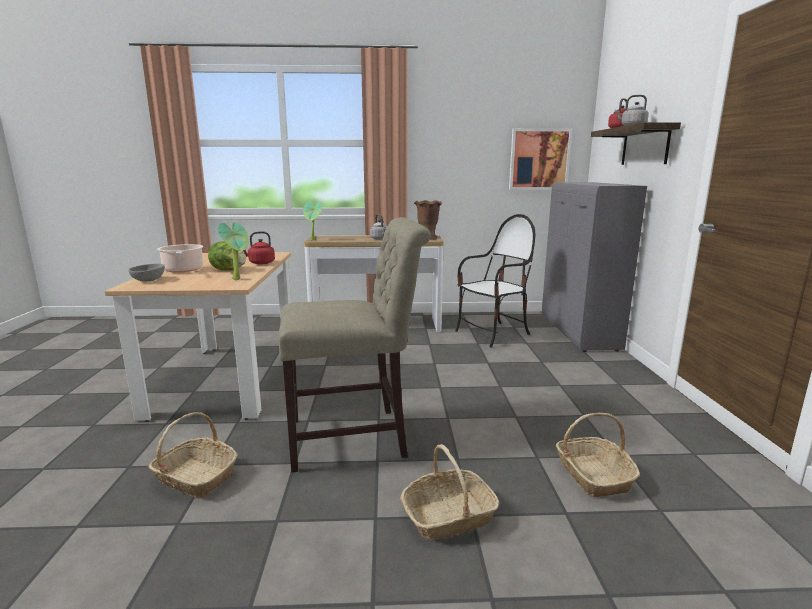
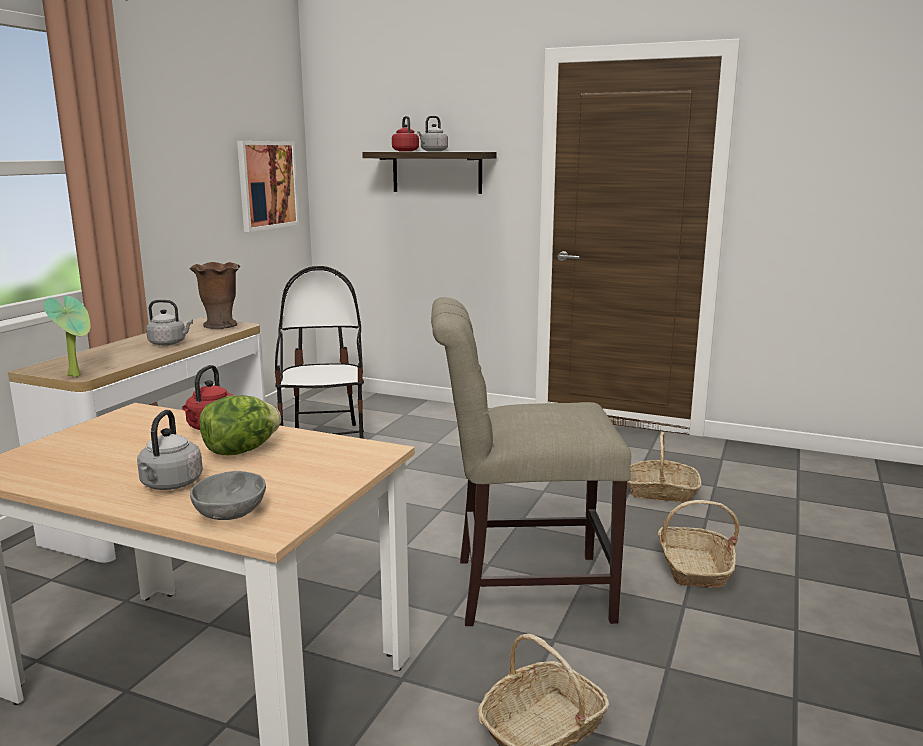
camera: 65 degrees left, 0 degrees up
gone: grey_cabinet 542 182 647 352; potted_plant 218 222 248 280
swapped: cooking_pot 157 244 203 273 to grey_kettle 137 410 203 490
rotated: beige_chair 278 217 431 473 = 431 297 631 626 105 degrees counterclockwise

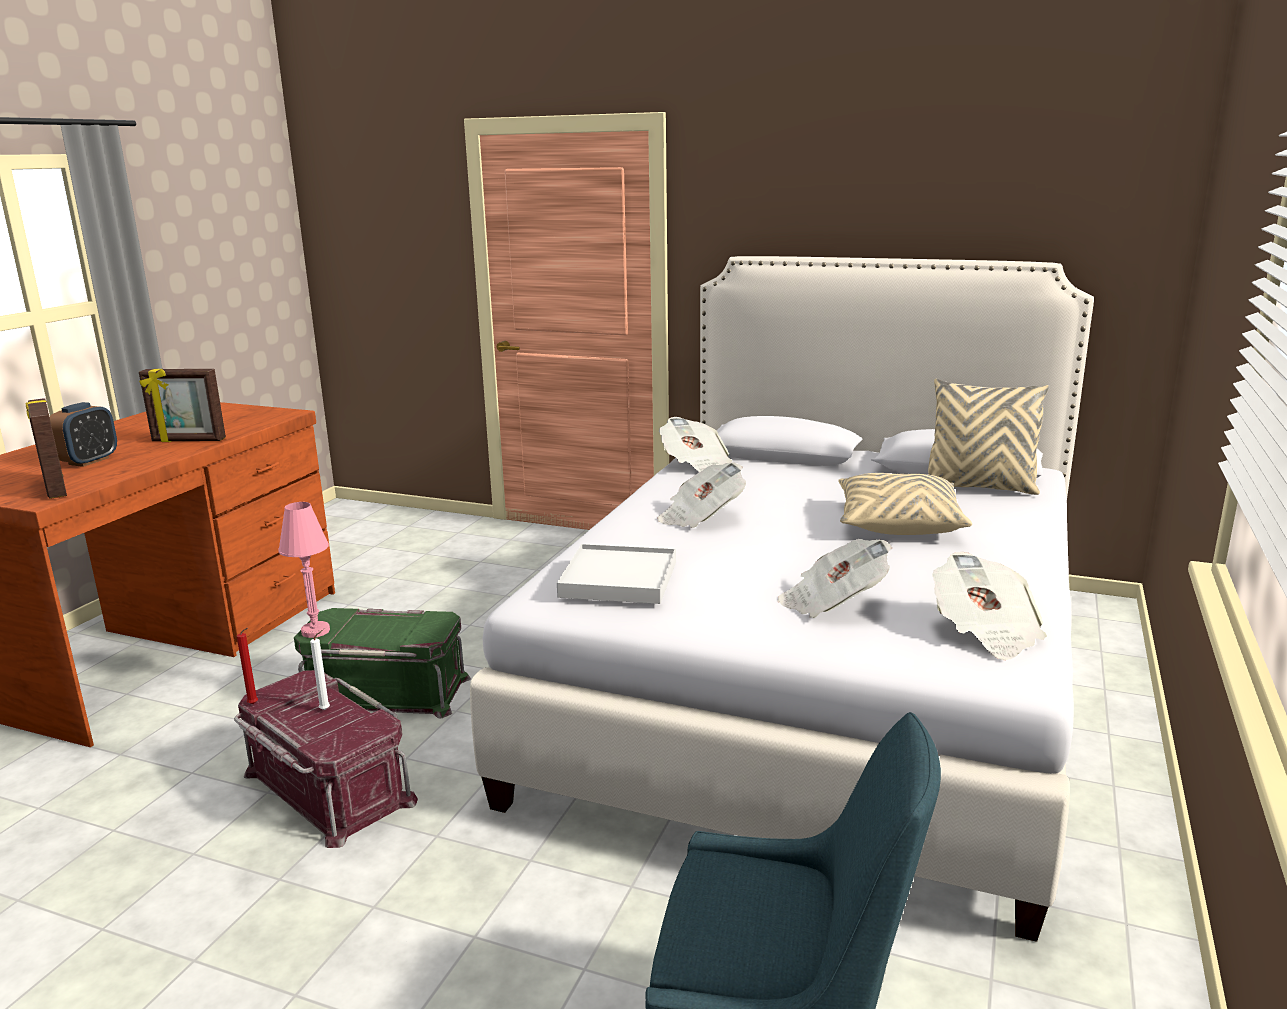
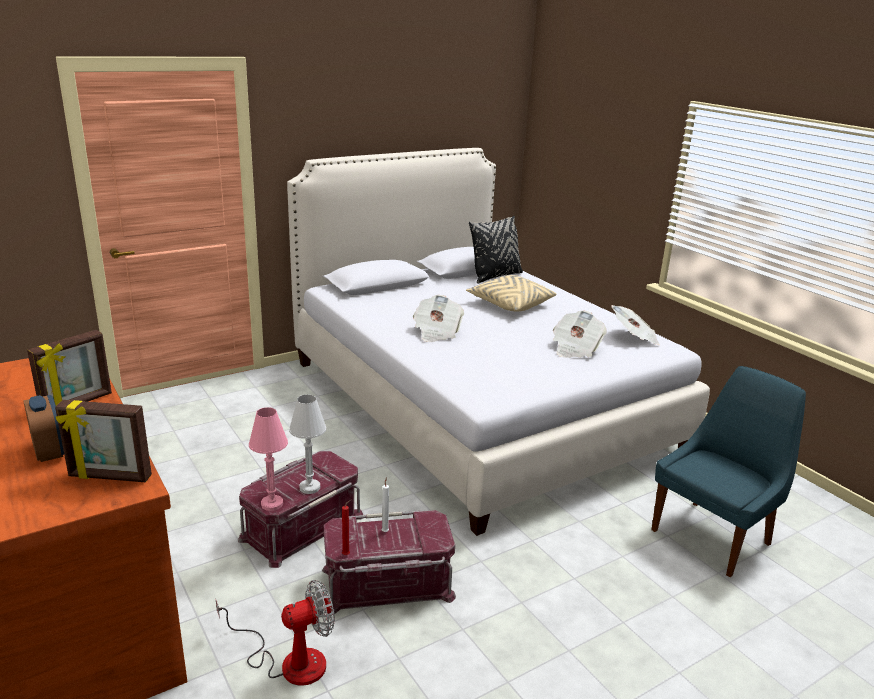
camera: 55 degrees left, 5 degrees up
gone: newspaper 659 417 732 472; white_tray 557 544 676 604
new: white_table_lamp 289 394 326 494; fan 216 580 335 686
repainted: beige_pillow 928 378 1049 495 to black_pillow 469 216 523 284; green_storage_box 294 608 471 719 to red_storage_box 238 451 363 568

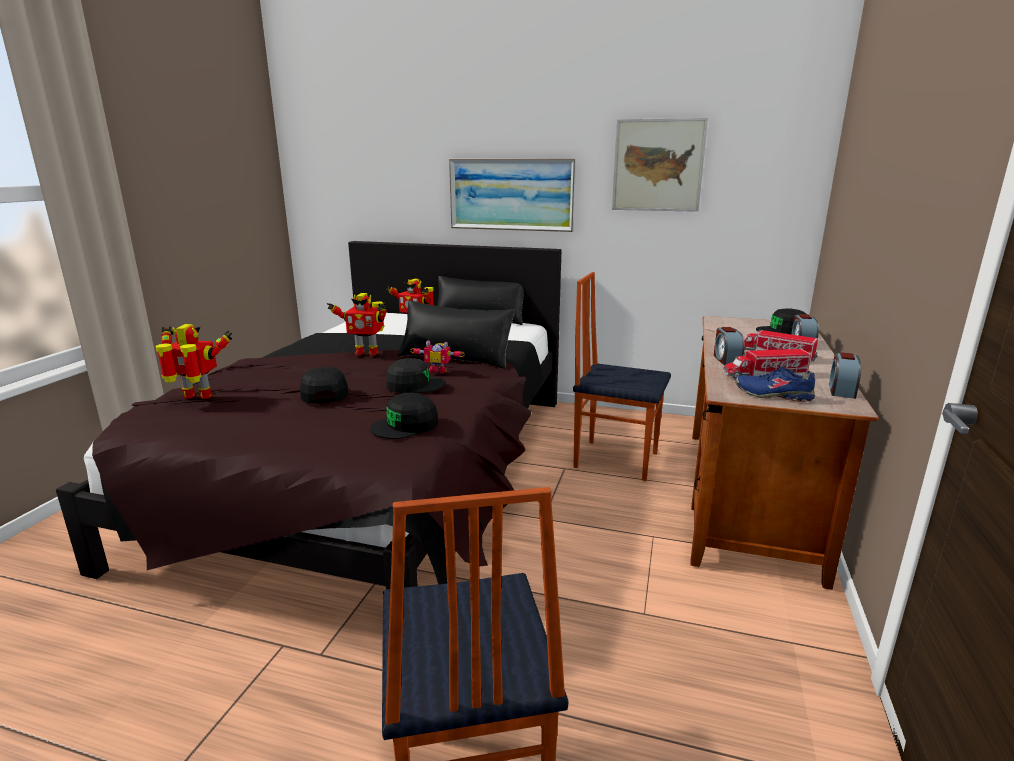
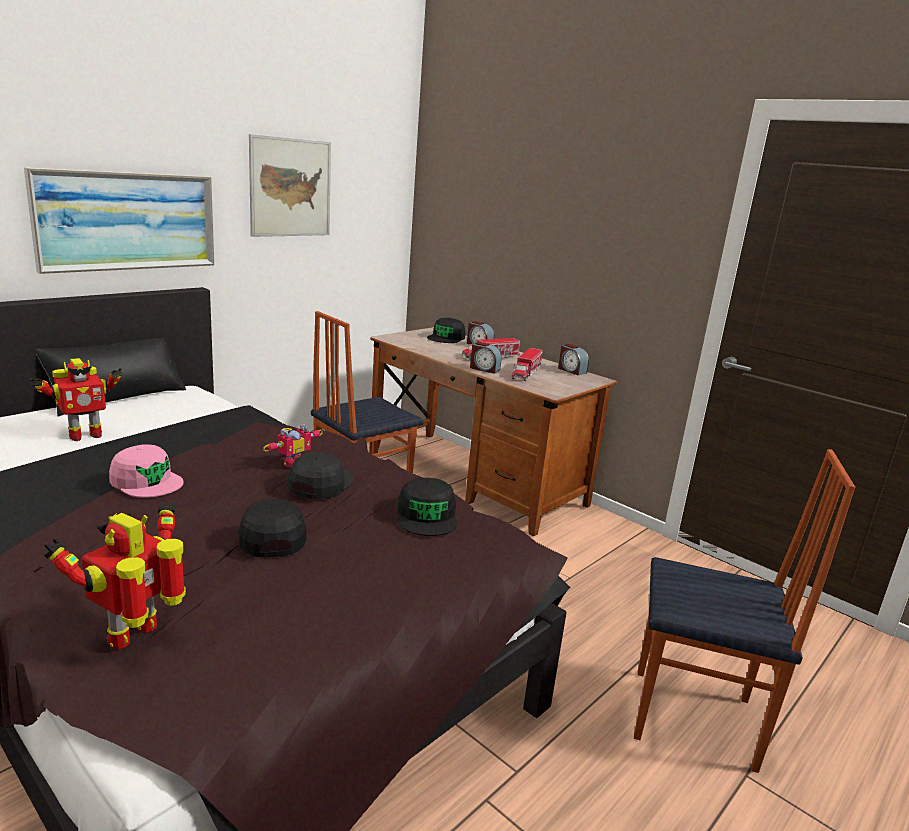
camera: 65 degrees left, 0 degrees up
gone: black_pillow 398 300 515 369; blue_shoe 735 366 815 402
swapped: toy_robot 327 293 386 356 to pink_cap 109 444 184 498
rotated: black_cap 300 367 348 404 = 238 499 307 558 60 degrees clockwise

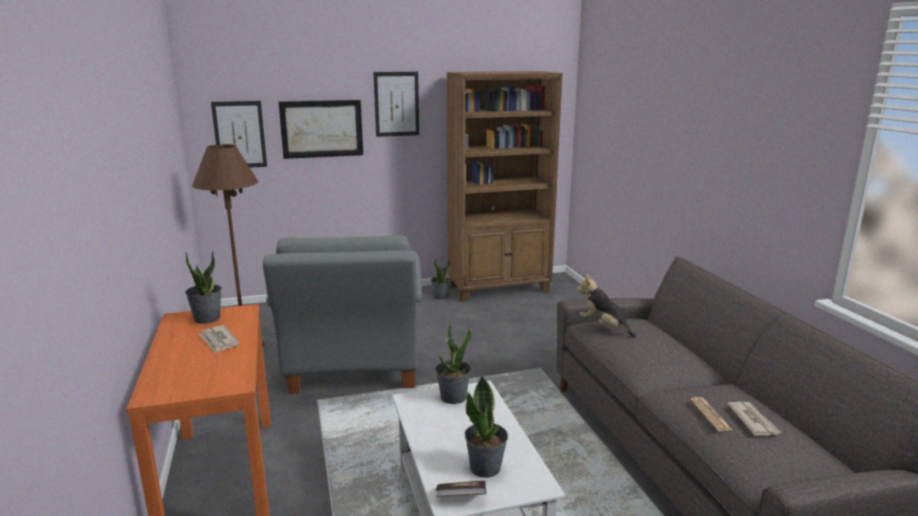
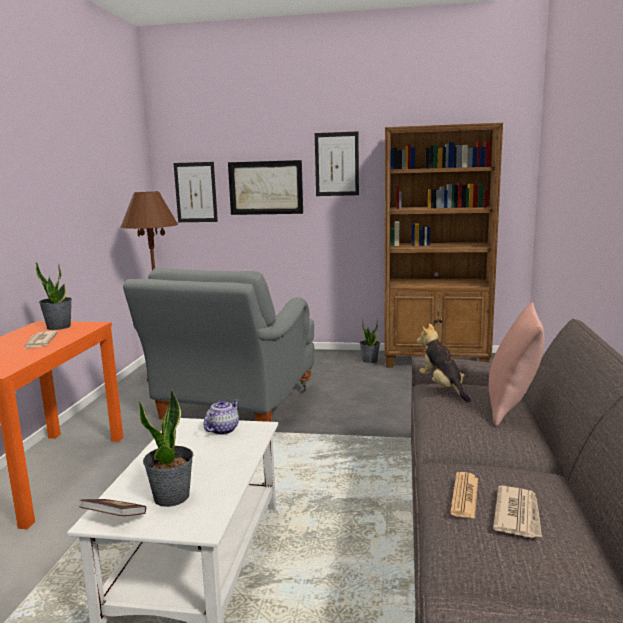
camera: 25 degrees right, 5 degrees down
new: pink_pillow 489 302 544 426
swapped: potted_plant 435 321 472 404 to teapot 203 399 239 435

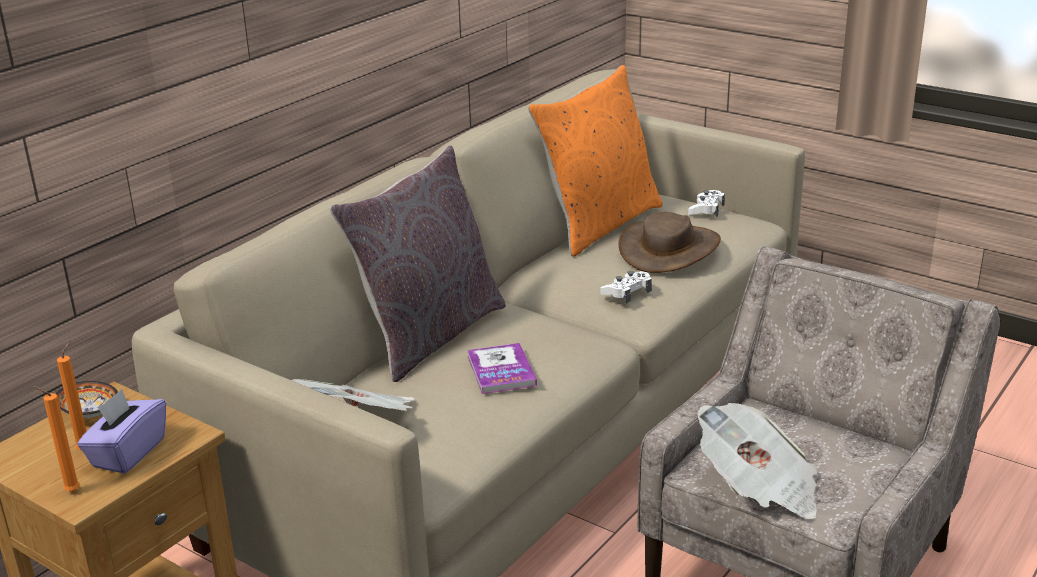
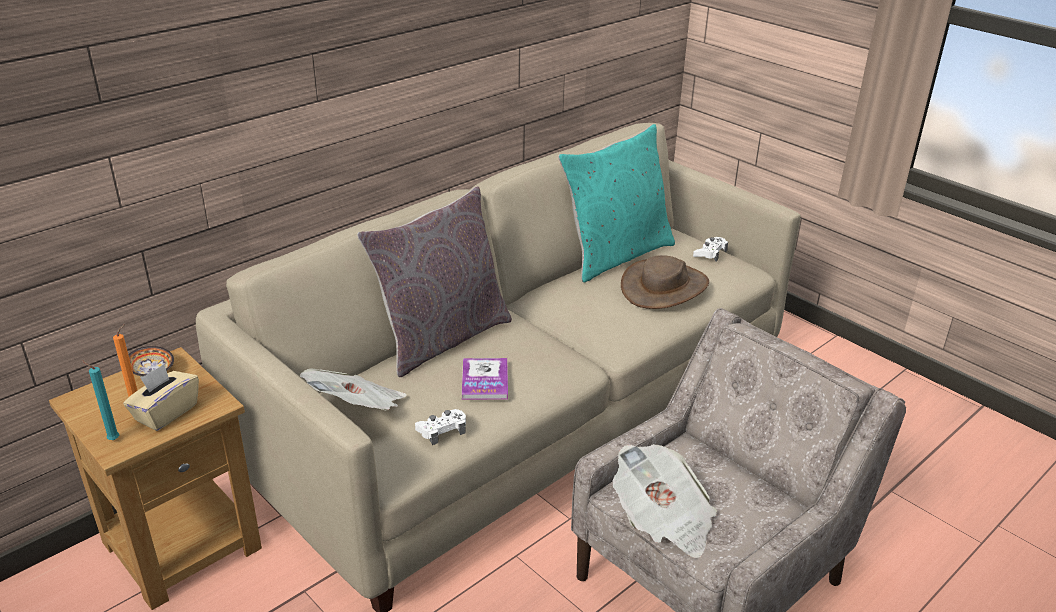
camera: 10 degrees right, 5 degrees up
shifted: white_game_controller 600 271 652 303 to 415 409 466 445
repainted: orange_pillow 528 65 663 256 to turquoise_pillow 558 124 675 282; orange_candle 33 386 80 492 to turquoise_candle 82 360 119 440; purple_tissue_box 77 389 166 474 to beige_tissue_box 123 364 199 431

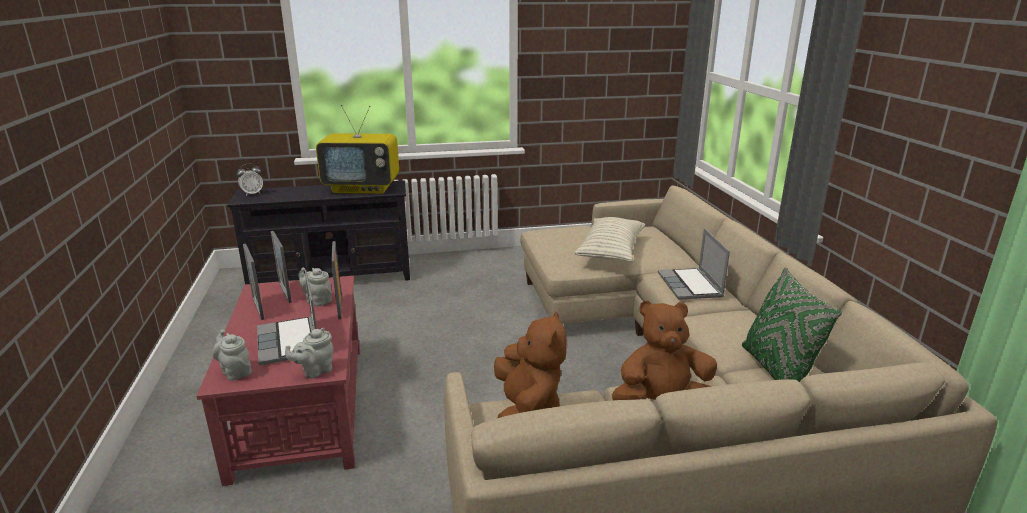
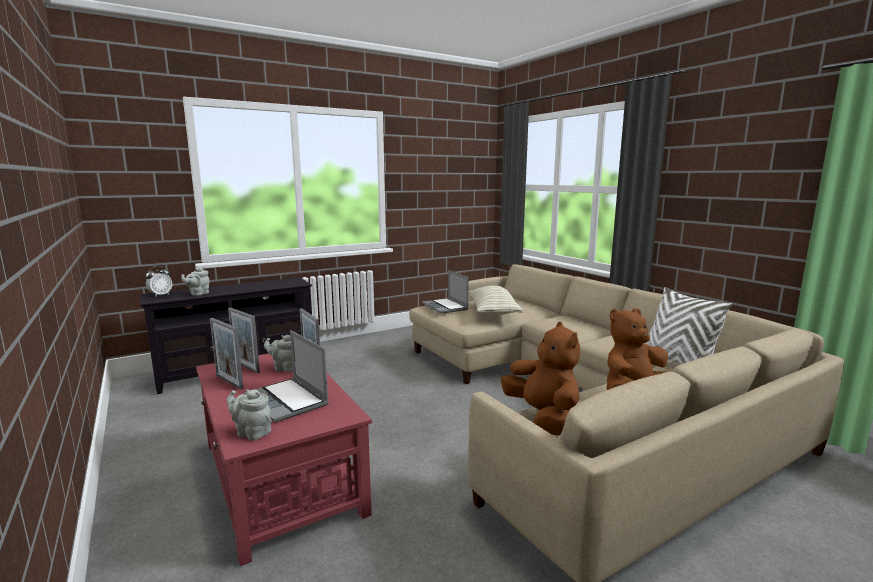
camera: 20 degrees left, 10 degrees down
gone: television 316 105 399 194
shifted: laptop 658 228 730 300 to 422 270 469 314; grey_teapot 285 328 333 378 to 182 267 210 296
repainted: green_pillow 742 267 842 382 to white_pillow 647 287 732 364

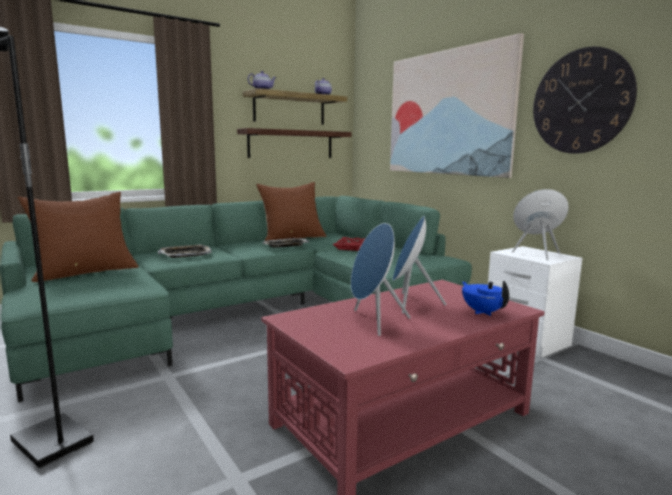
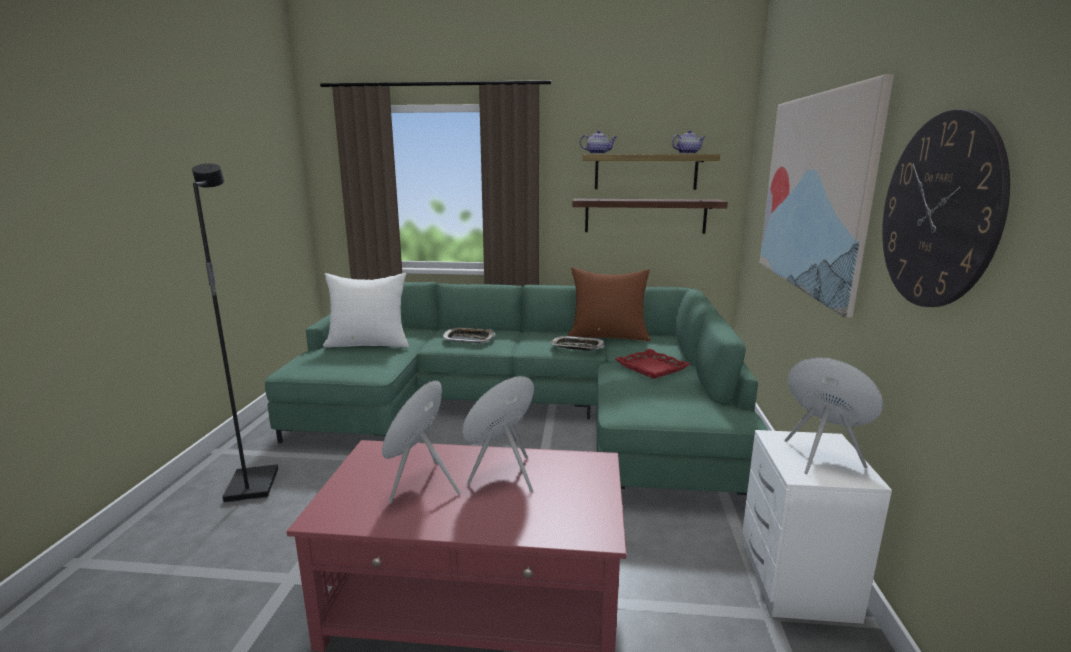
camera: 40 degrees right, 5 degrees up
gone: blue_teapot 462 281 509 316
repainted: brown_pillow 17 192 139 282 to white_pillow 323 273 409 348

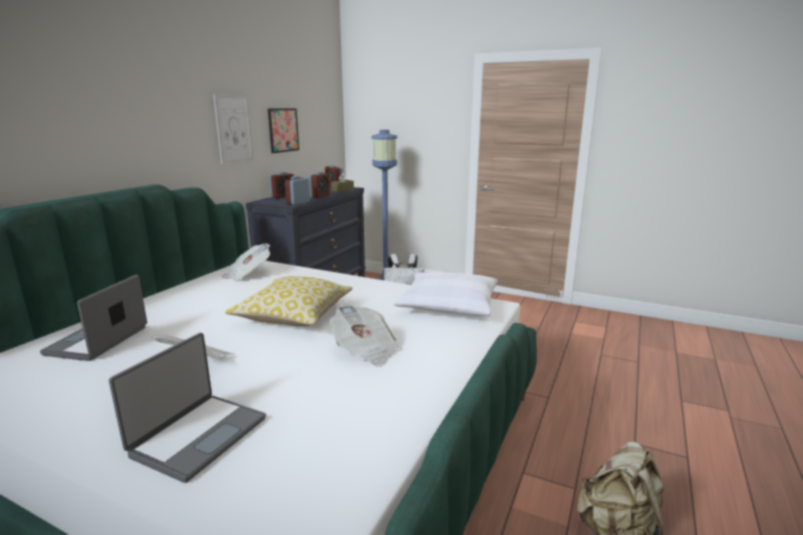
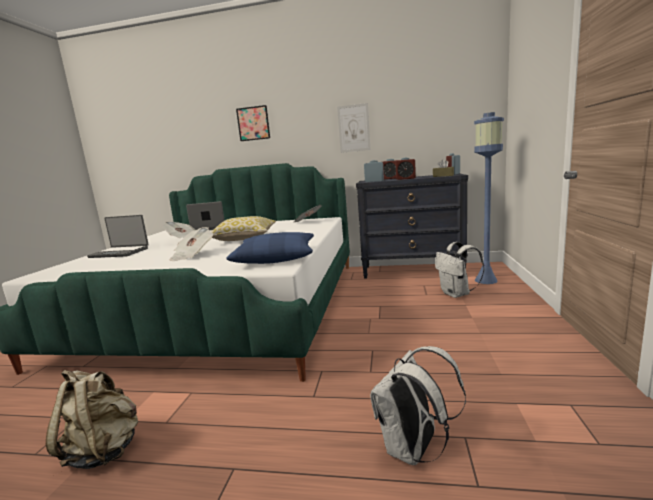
camera: 75 degrees right, 5 degrees down
new: white_backpack 370 346 466 465
shifted: picture 268 108 299 153 to 236 105 270 141
repainted: white_pillow 393 272 498 316 to blue_pillow 226 232 314 264

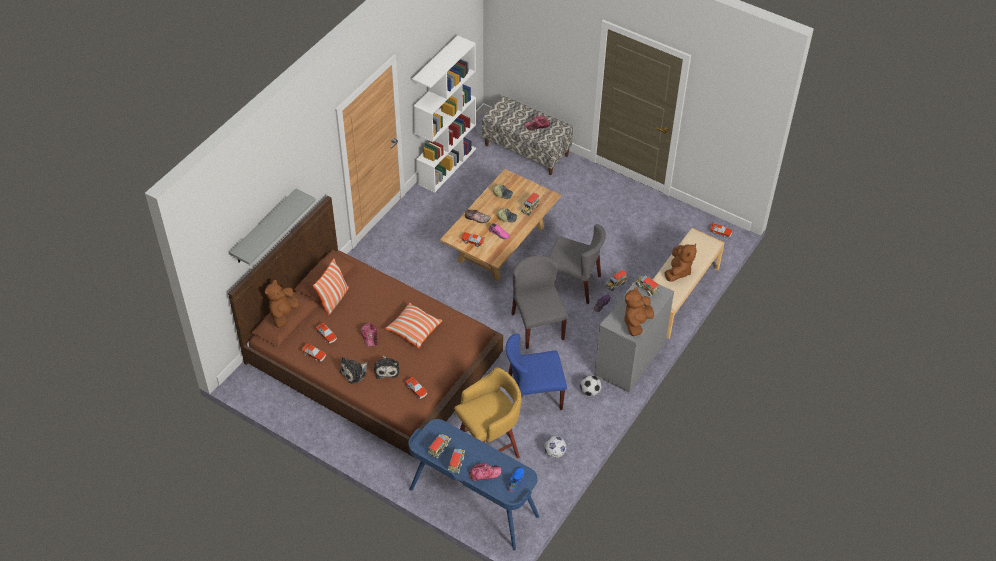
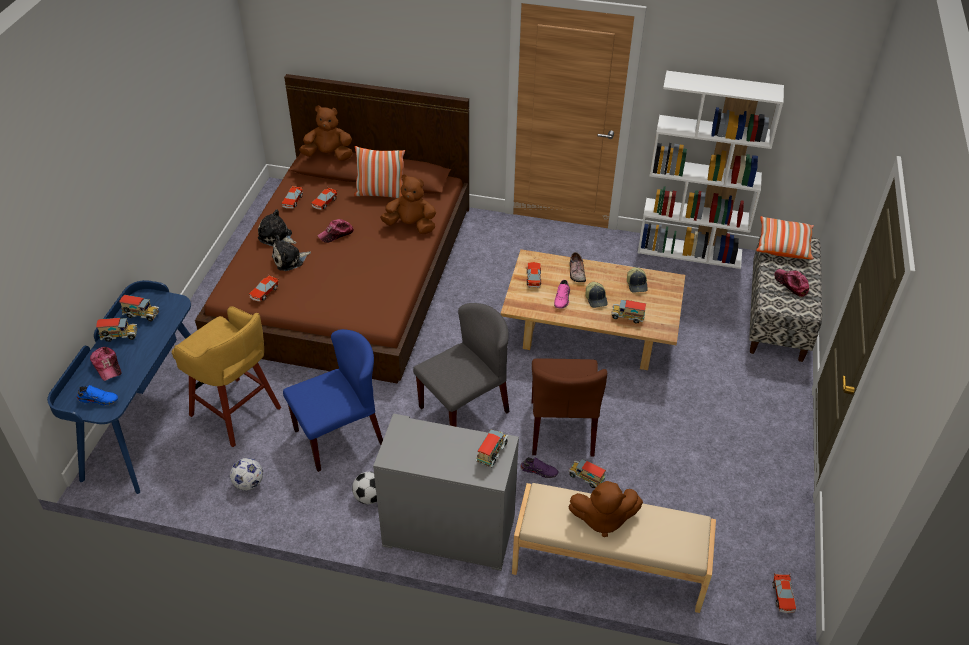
camera: 70 degrees right, 5 degrees down
gone: grey_shelf 229 189 316 265
shifted: brown_plush_toy 624 287 654 336 to 380 174 436 234; pillow 385 303 442 349 to 756 216 814 259
repainted: grey_chair 548 224 606 304 to brown_chair 532 358 607 456
rotated: blue_chair 506 334 567 410 = 283 329 383 472 90 degrees clockwise

